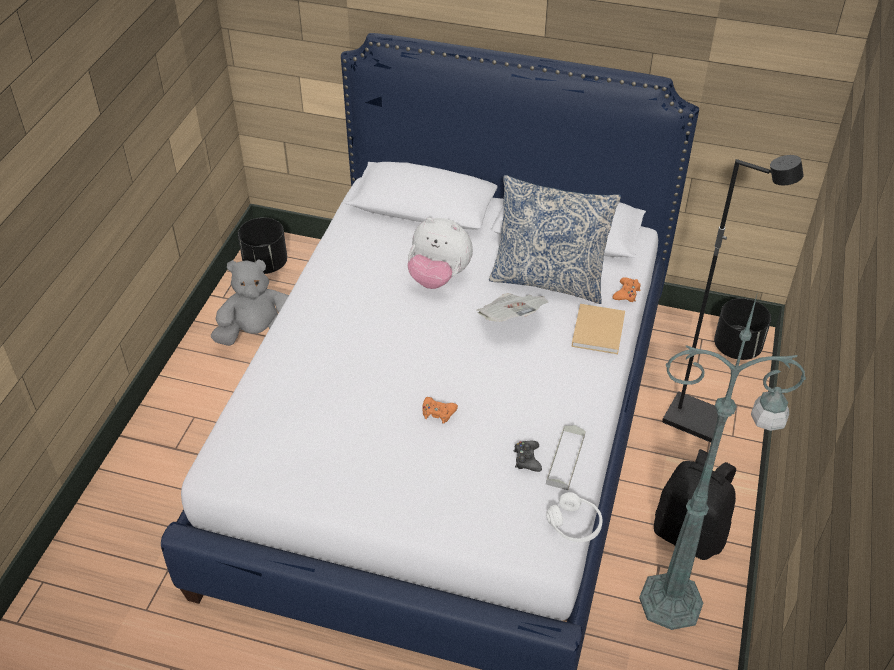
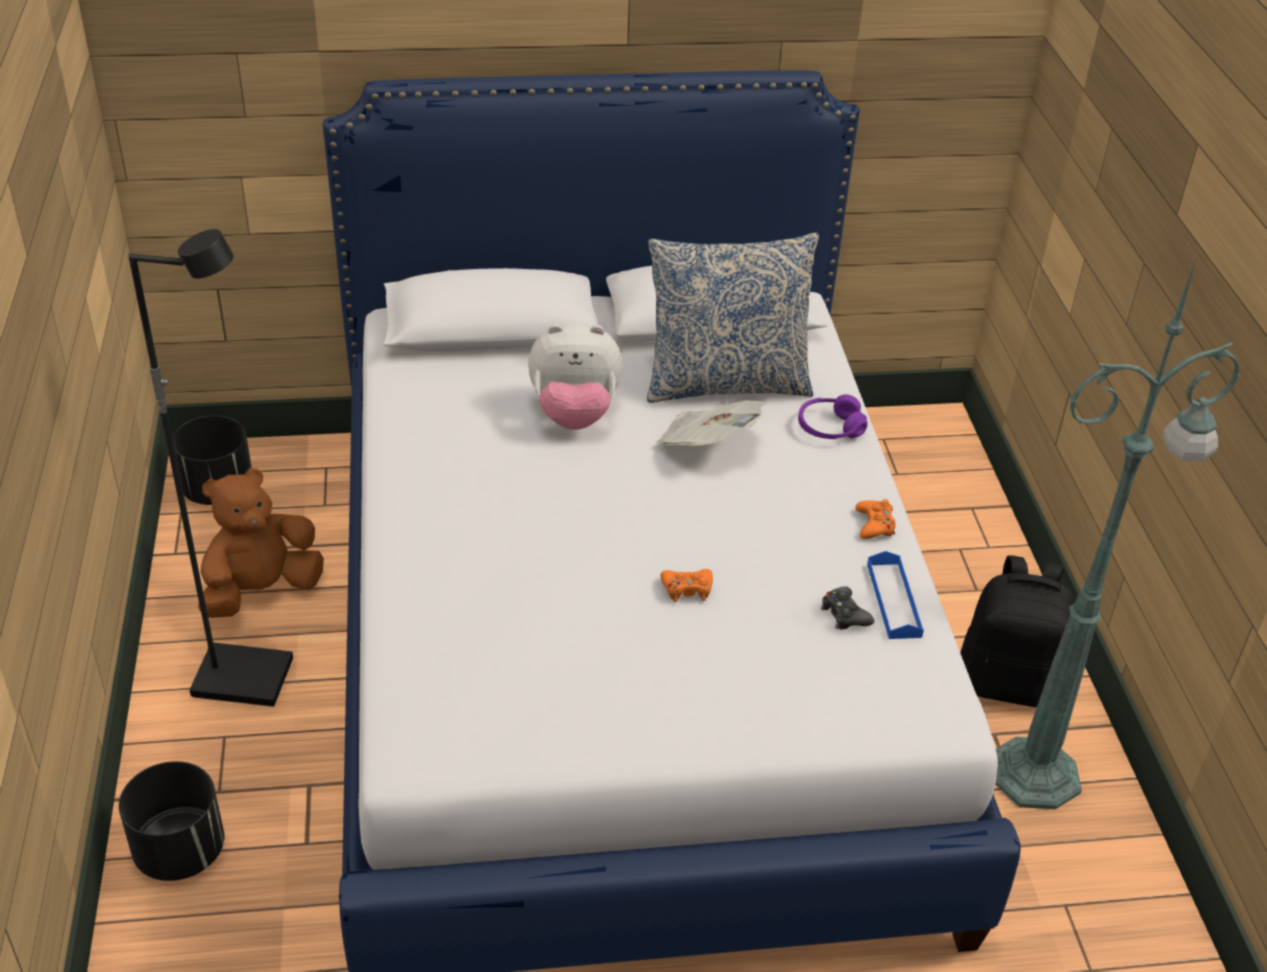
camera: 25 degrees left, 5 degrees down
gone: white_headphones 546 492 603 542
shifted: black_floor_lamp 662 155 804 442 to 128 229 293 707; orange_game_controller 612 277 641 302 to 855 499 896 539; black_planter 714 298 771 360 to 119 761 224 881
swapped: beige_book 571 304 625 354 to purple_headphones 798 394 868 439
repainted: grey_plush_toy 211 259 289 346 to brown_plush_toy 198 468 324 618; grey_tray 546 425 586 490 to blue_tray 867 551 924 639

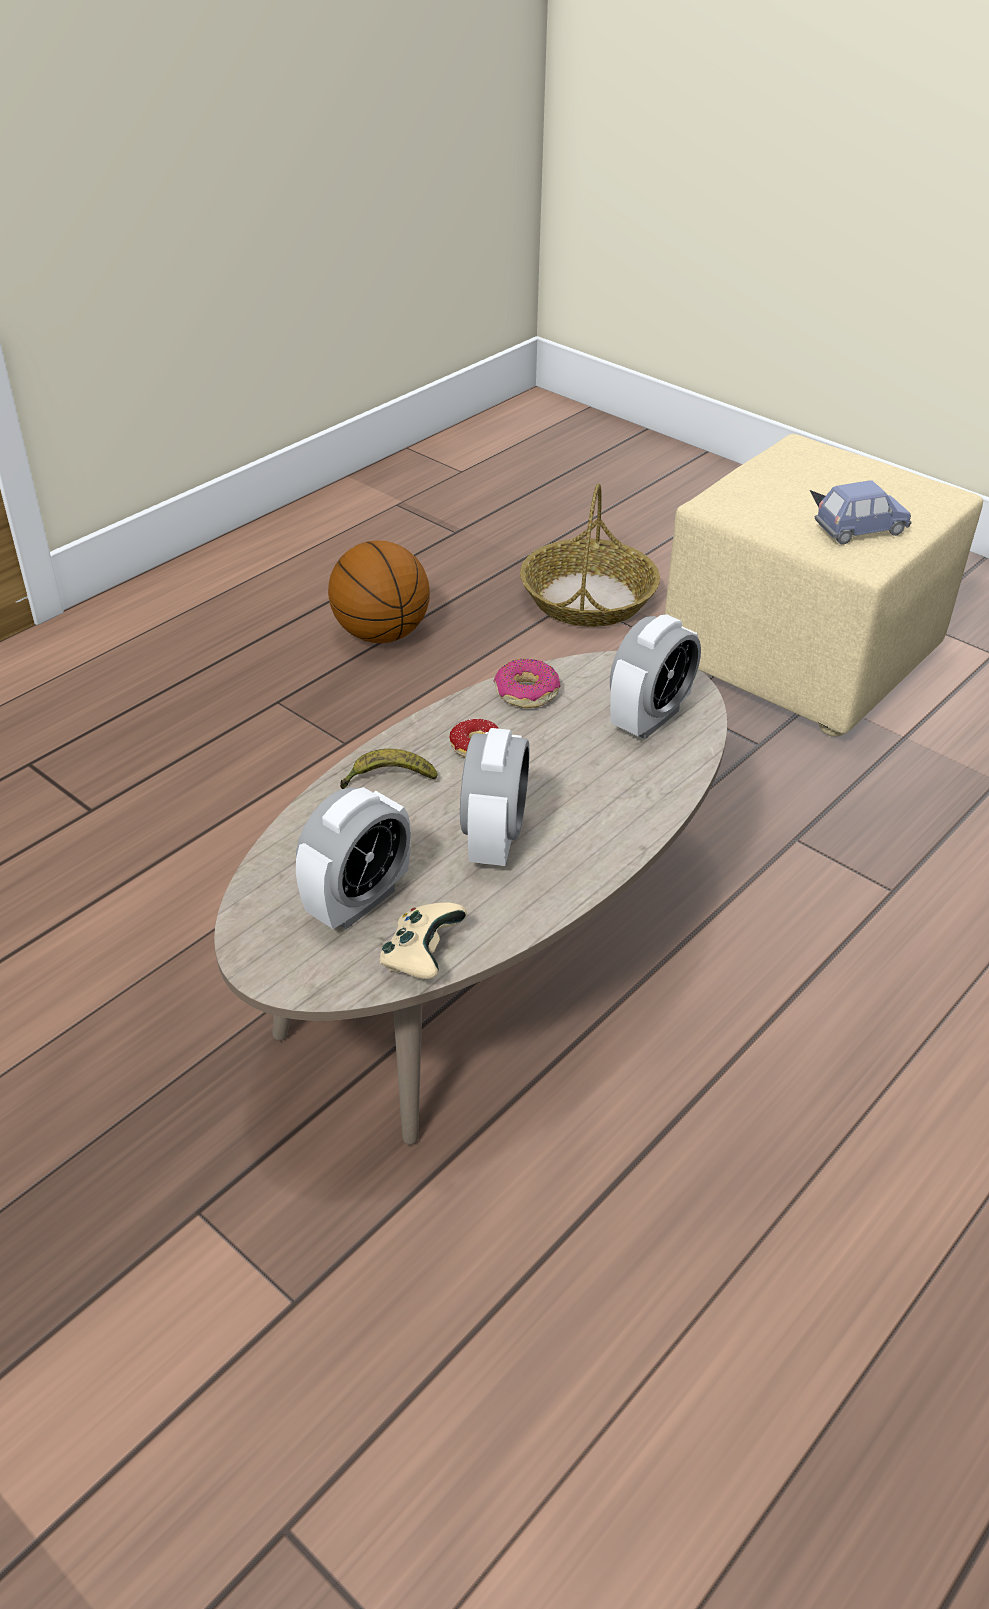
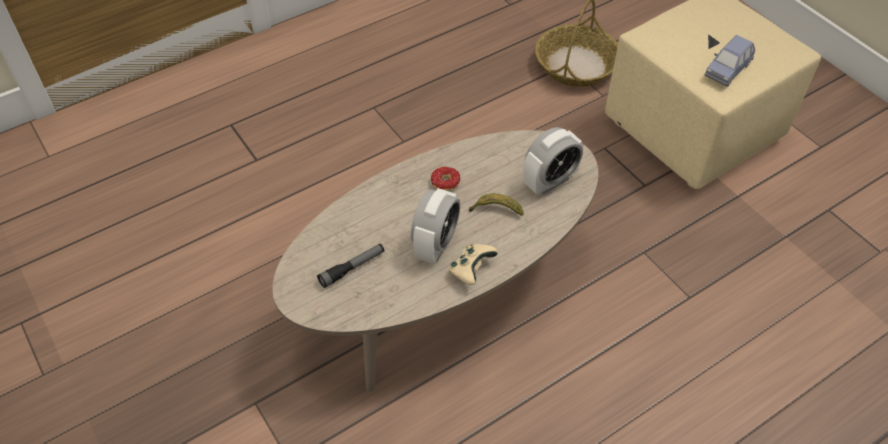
camera: 15 degrees right, 10 degrees up
gone: basketball 328 541 430 643; donut 493 659 560 708
shifted: banana 340 749 437 789 to 469 194 524 216; beige_game_controller 380 902 467 979 to 449 244 498 285
swapped: alarm_clock 296 787 411 929 to flashlight 317 244 385 288
rotated: blue_toy_car 815 480 912 545 = 705 35 755 87 135 degrees clockwise

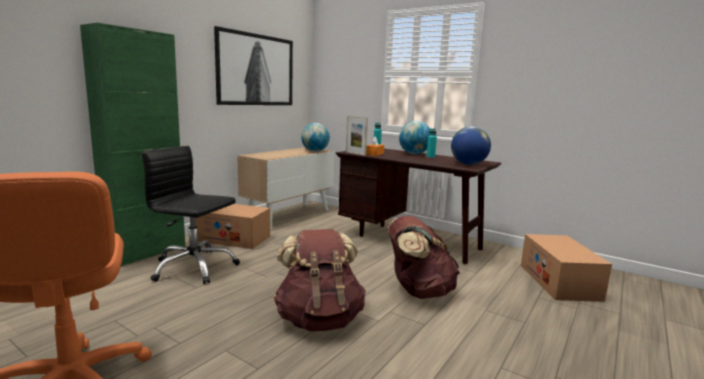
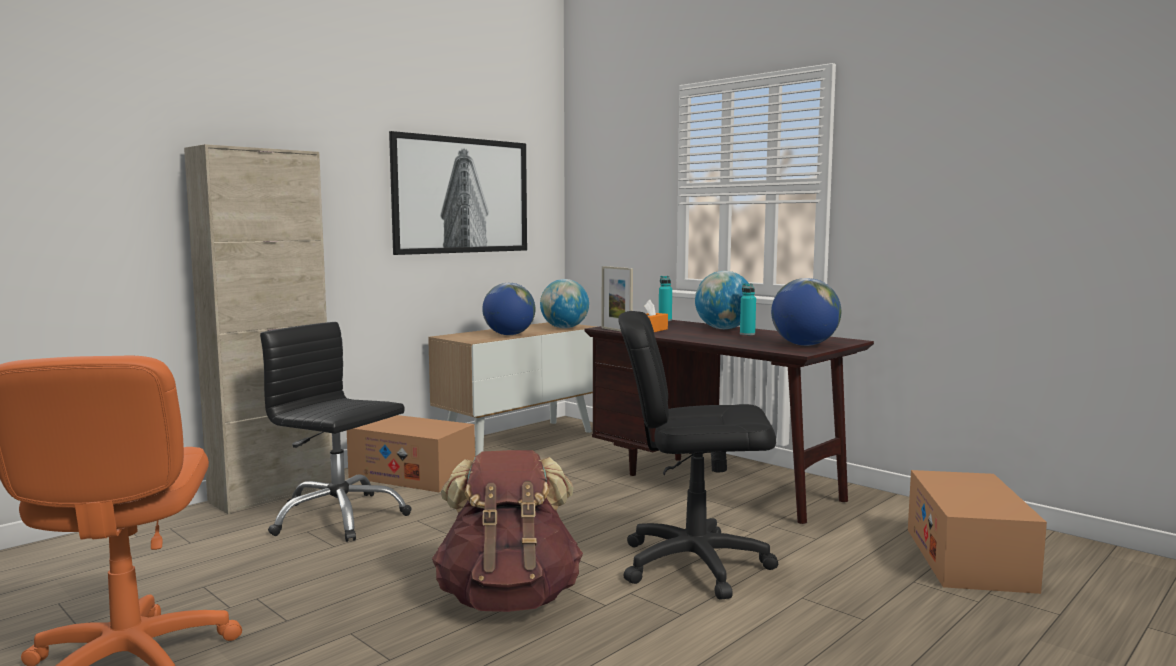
camera: 10 degrees right, 5 degrees down
new: globe 482 283 535 335
swapped: brown_backpack 388 216 460 299 to black_office_chair 618 311 778 600
repainted: green_cabinet 80 23 185 266 to beige_cabinet 184 144 332 514

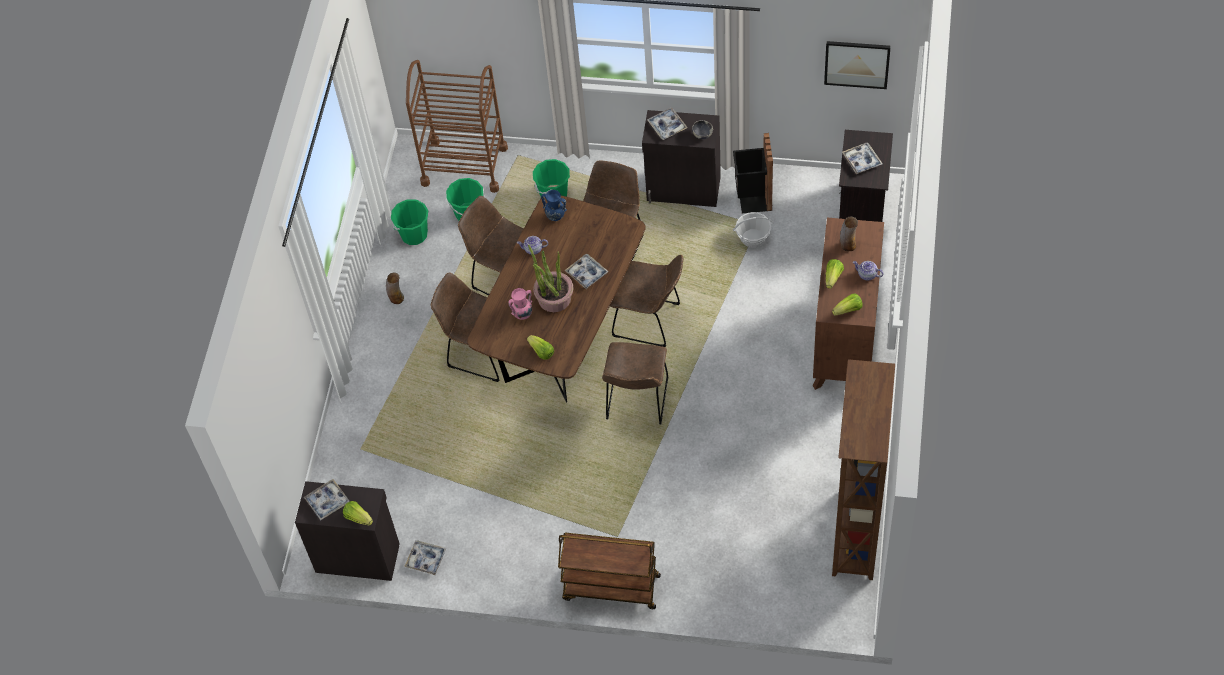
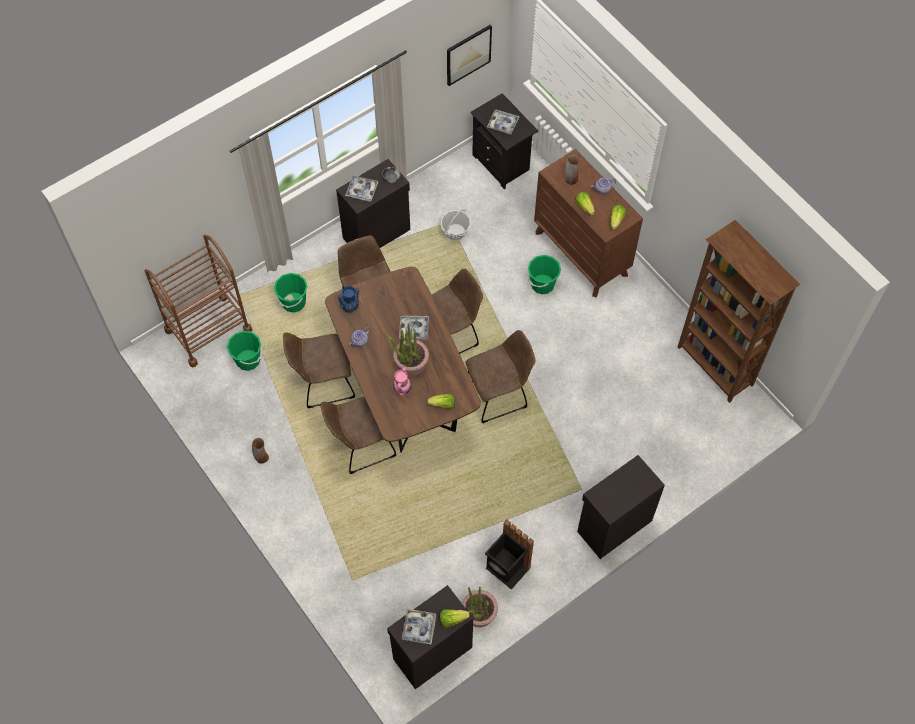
camera: 50 degrees left, 5 degrees up
shifted: black_trash_can 733 133 773 213 to 485 520 534 590; green_bucket 391 200 428 245 to 528 255 561 294
swapped: brown_cart 558 533 661 609 to black_cabinet 577 455 665 559; tray 404 541 446 575 to potted_plant 462 586 498 627
rotated: brown_chair 602 342 668 424 = 466 330 536 423 75 degrees counterclockwise

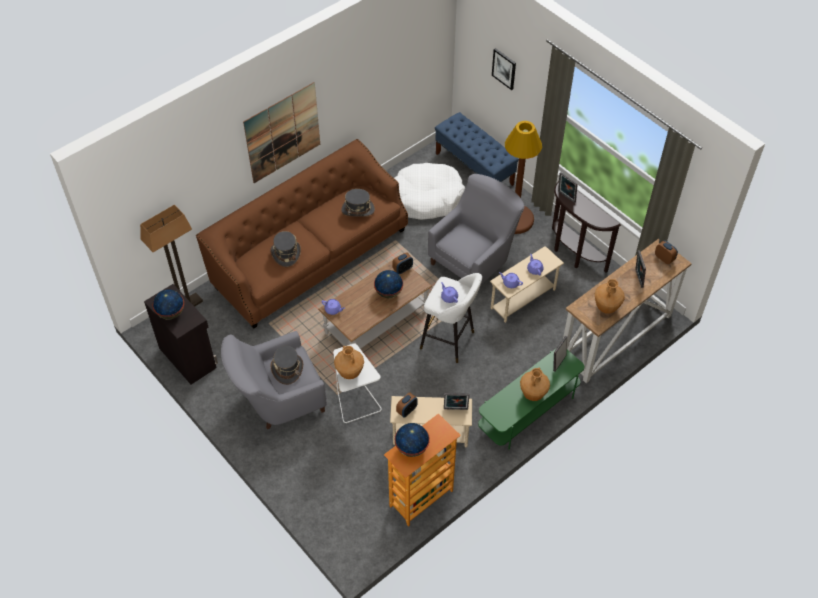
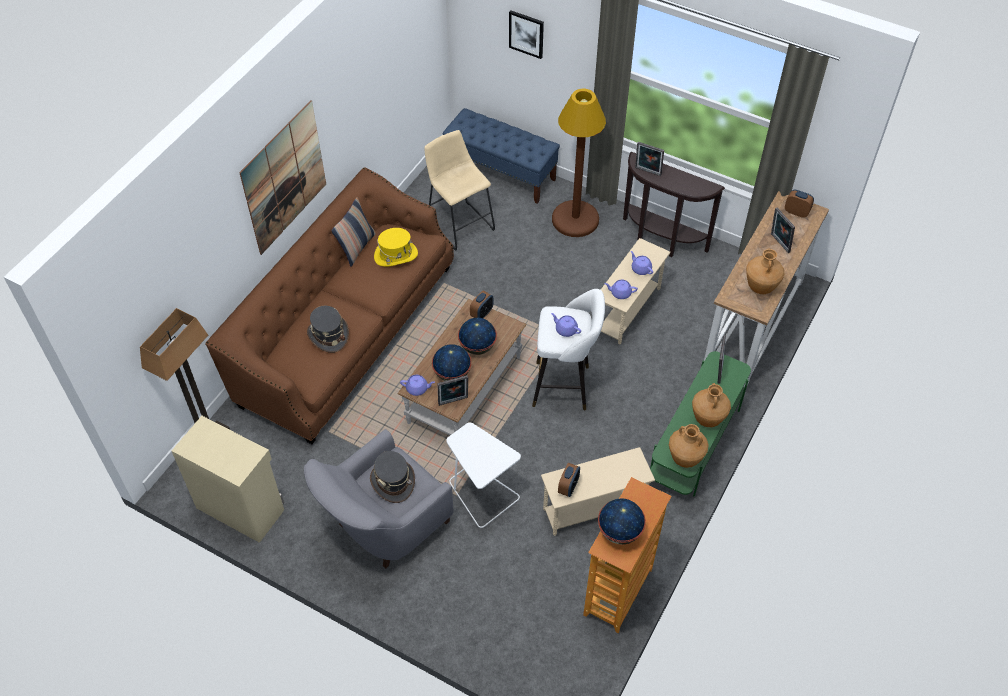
camera: 20 degrees left, 0 degrees up
gone: grey_armchair 428 174 524 285
new: pillow 331 197 376 267
shifted: globe 153 289 184 319 to 432 344 471 381; brown_vase 334 346 364 379 to 669 424 709 468; picture_frame 444 393 470 410 to 437 375 468 406
swapped: white_dog_bed 394 163 465 220 to beige_stool 425 130 495 251
repainted: grey_hat 341 189 375 217 to yellow_hat 374 228 418 267; black_cabinet 144 284 218 385 to beige_cabinet 172 416 284 543

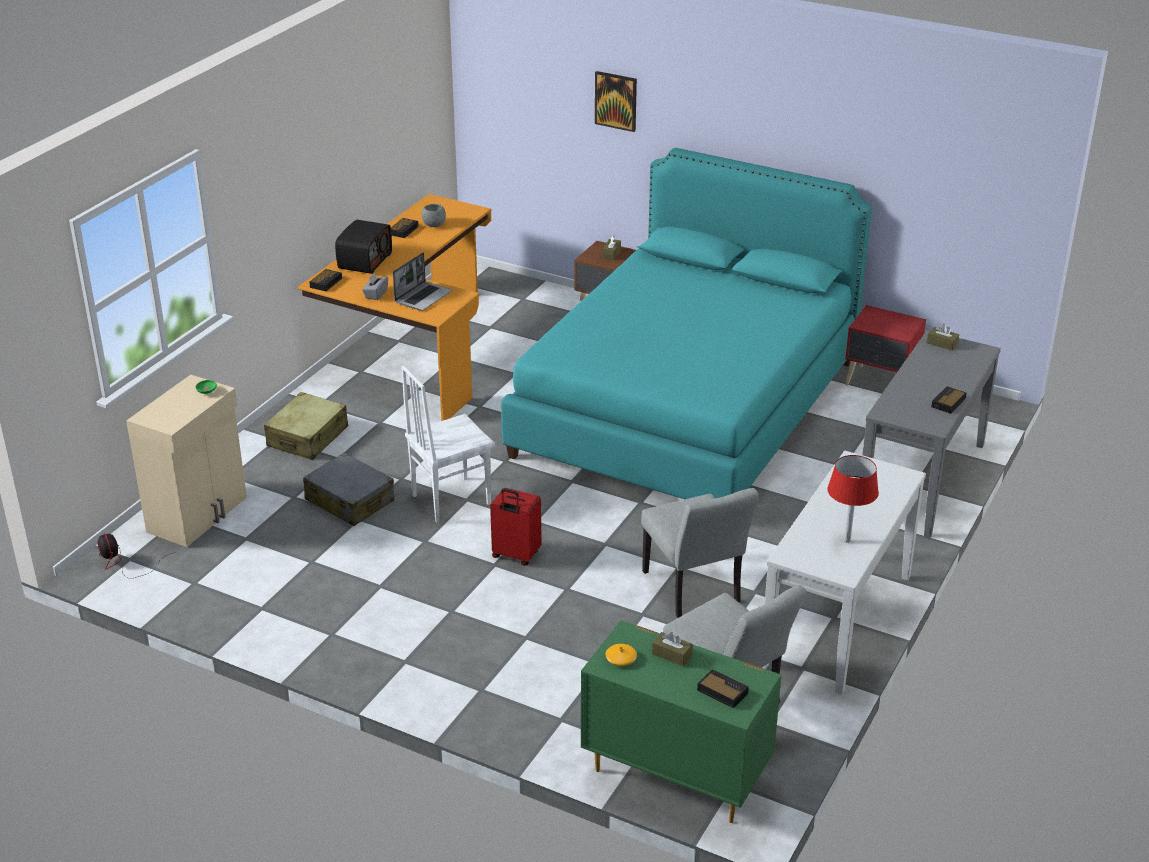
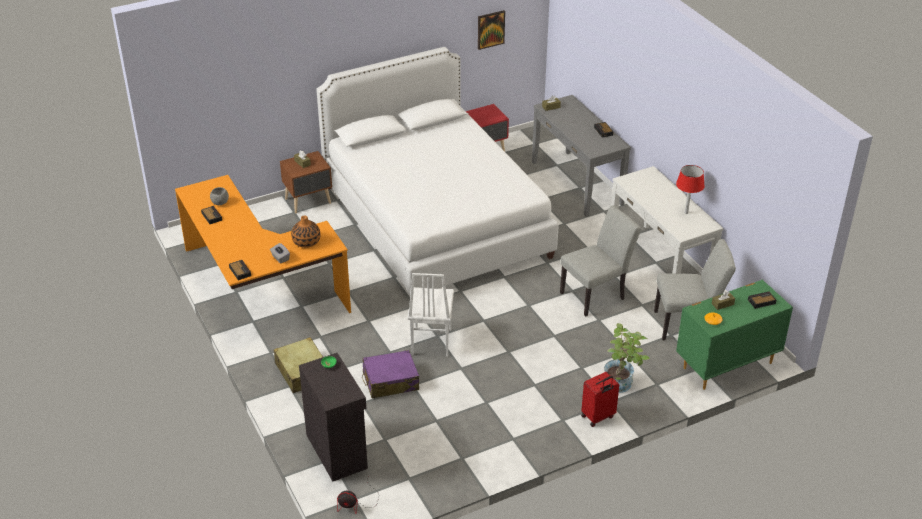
camera: 55 degrees left, 5 degrees up
gone: radio 335 220 392 274
new: potted_plant 604 323 649 393
shifted: picture 595 71 637 132 to 478 10 505 50; red_suitcase 490 488 542 566 to 581 372 619 427
swapped: laptop 393 252 452 311 to vase 291 215 321 248
repainted: turquoise_bed 501 148 872 499 to white_bed 316 47 559 295; beige_cabinet 126 375 247 547 to black_cabinet 299 353 368 482; grey_suitcase 303 452 394 526 to purple_suitcase 362 350 419 398
rotated: grey_chair 641 488 759 618 = 560 205 641 317 45 degrees counterclockwise

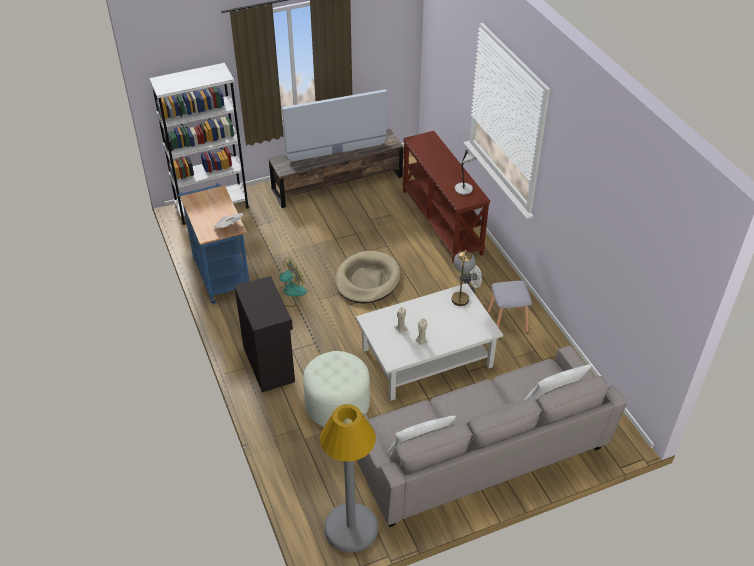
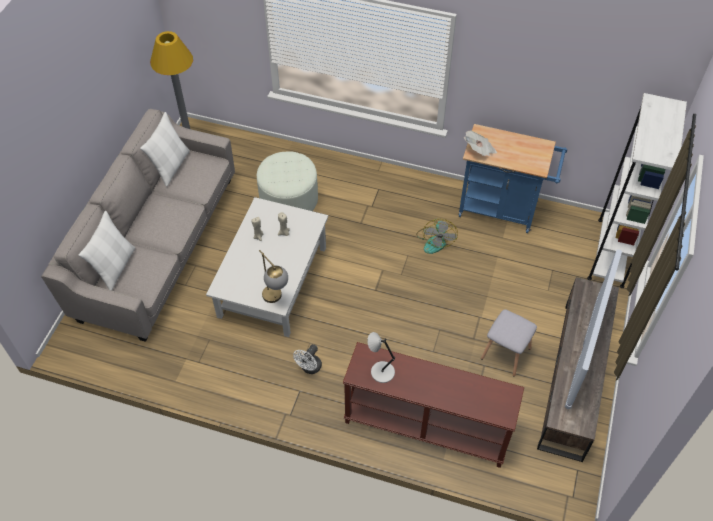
camera: 130 degrees right, 10 degrees up
gone: beige_dog_bed 335 251 401 304; black_cabinet 234 276 295 392
shifted: grey_stool 487 281 532 333 to 481 309 537 377

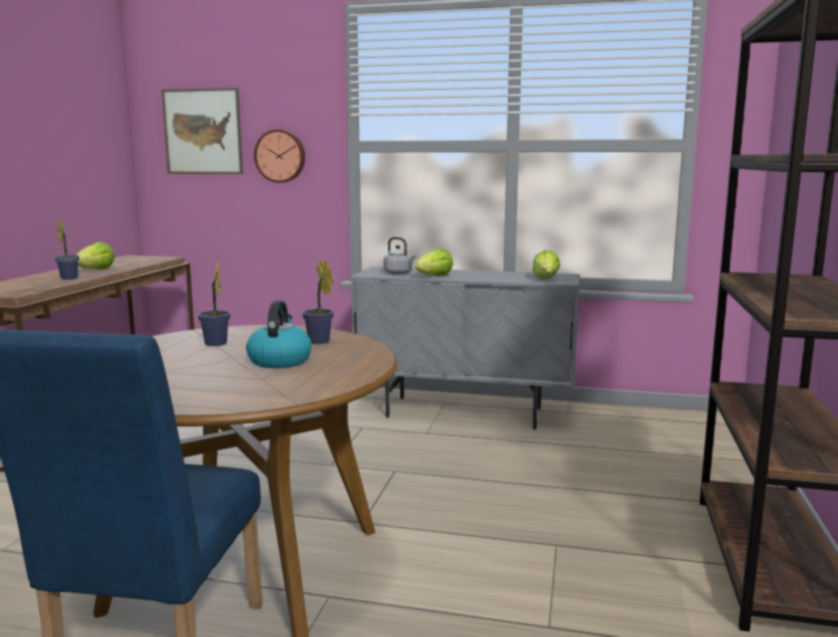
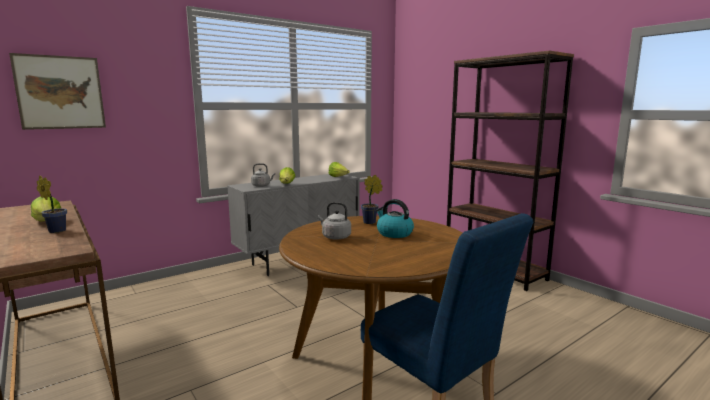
camera: 50 degrees left, 0 degrees up
gone: wall_clock 254 129 305 183
swapped: potted_plant 198 262 230 346 to grey_kettle 318 202 351 240

